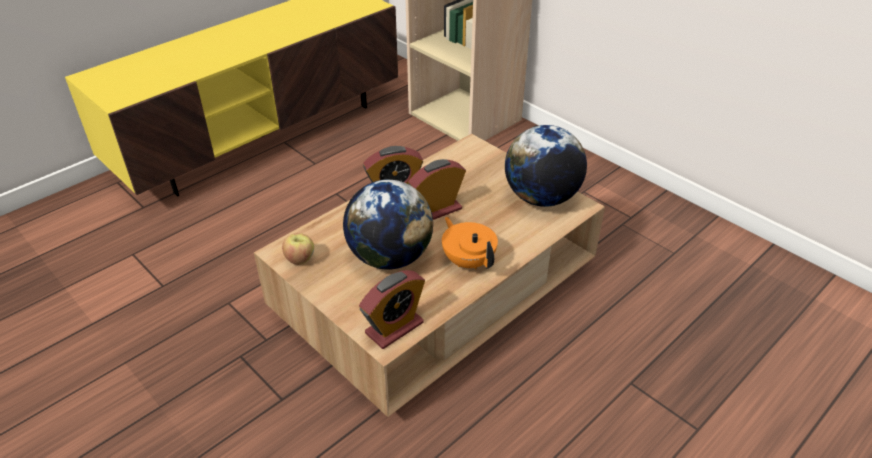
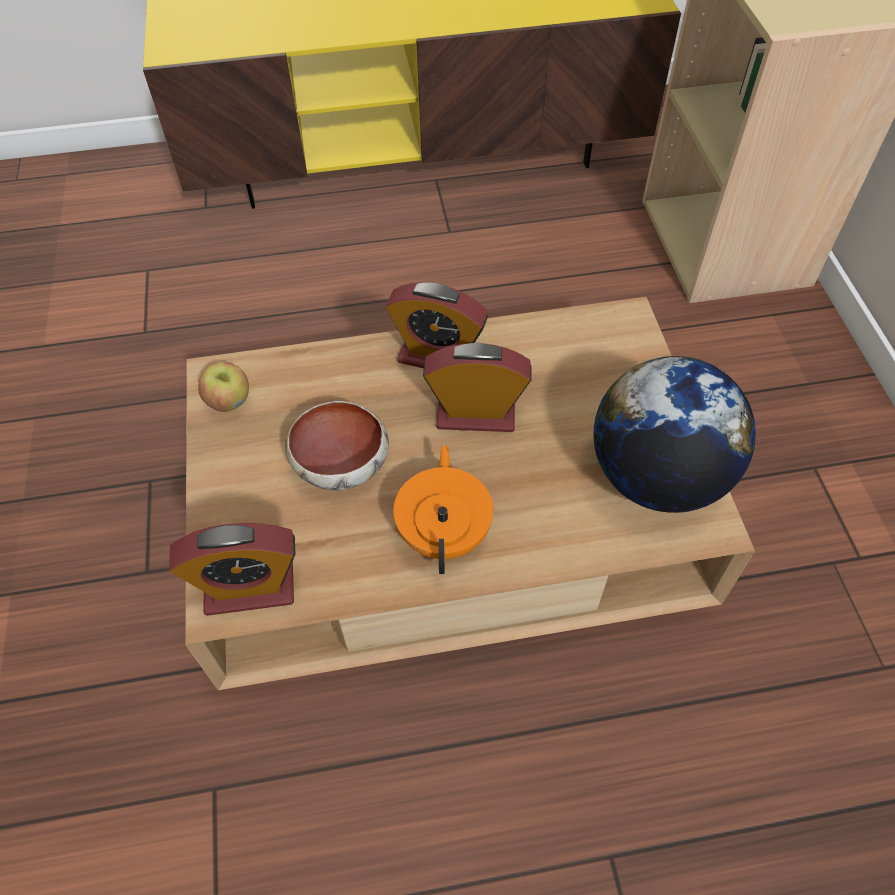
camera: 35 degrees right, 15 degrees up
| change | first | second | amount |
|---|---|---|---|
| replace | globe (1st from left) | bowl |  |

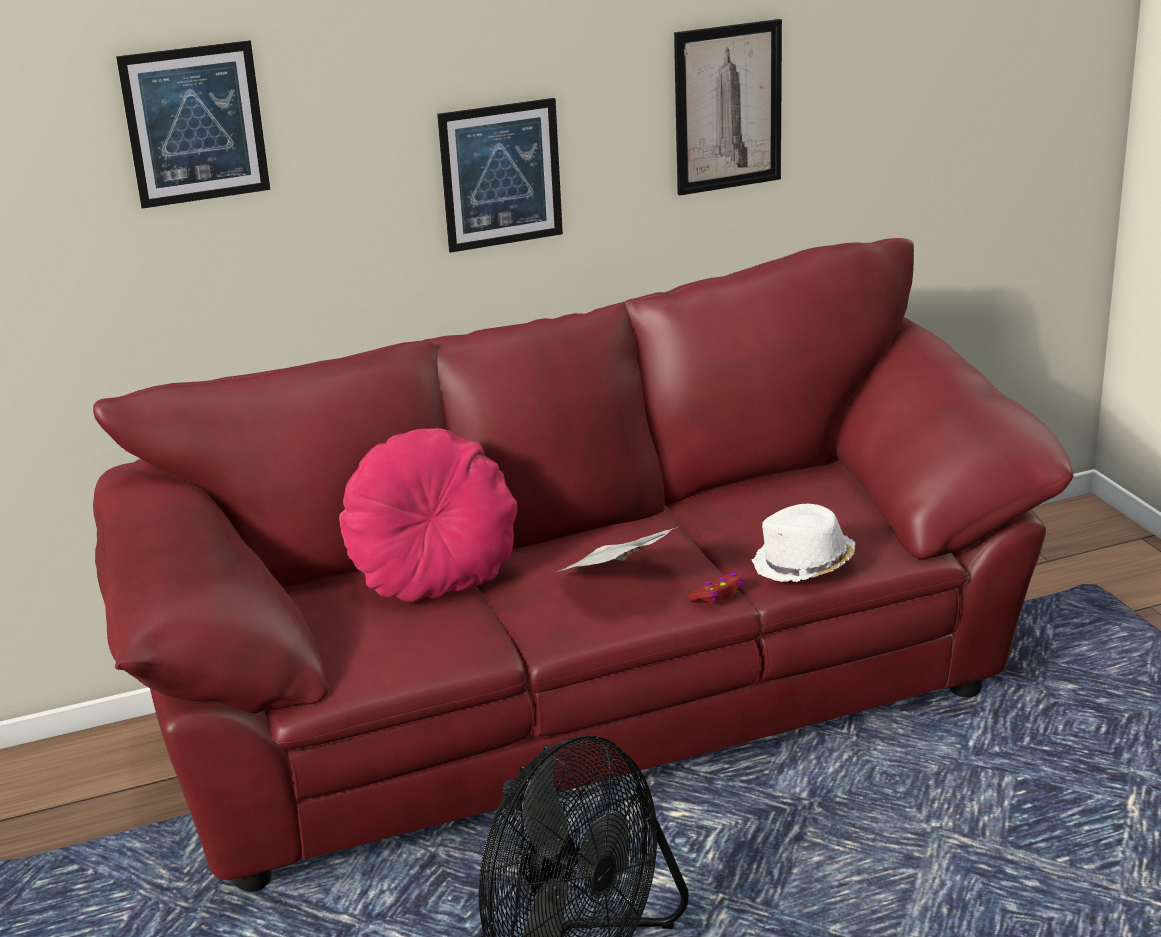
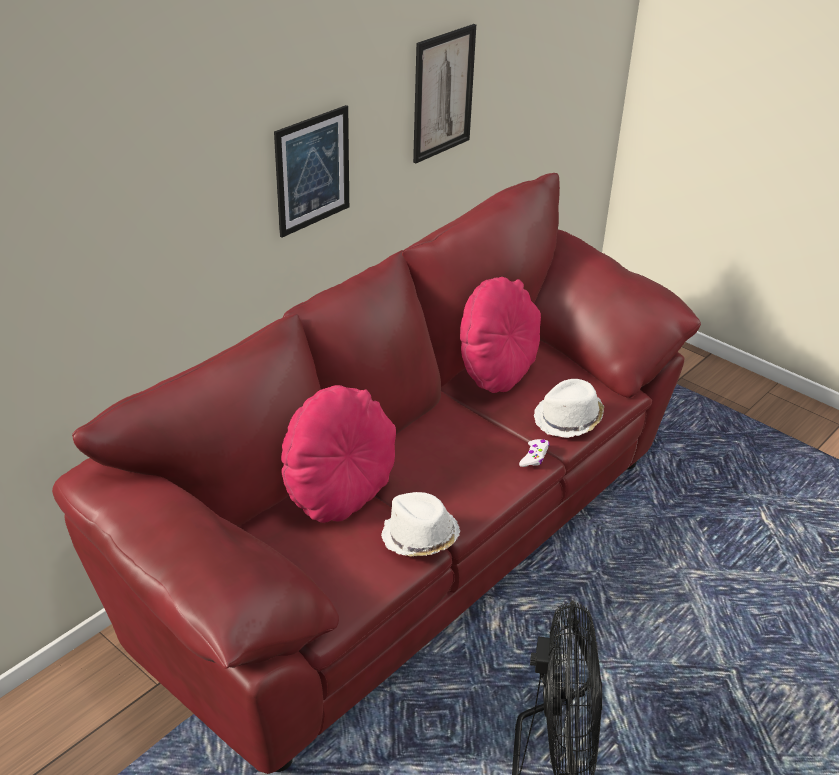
camera: 30 degrees left, 10 degrees up
| change | first | second | amount |
|---|---|---|---|
| delete | picture (1st from left) |  |  |
| delete | newspaper |  |  |
| insert |  | hat in white (1st from left) |  |
| insert |  | pillow in pink (2nd from left) |  |
| recolor | game controller in red | game controller in white |  |

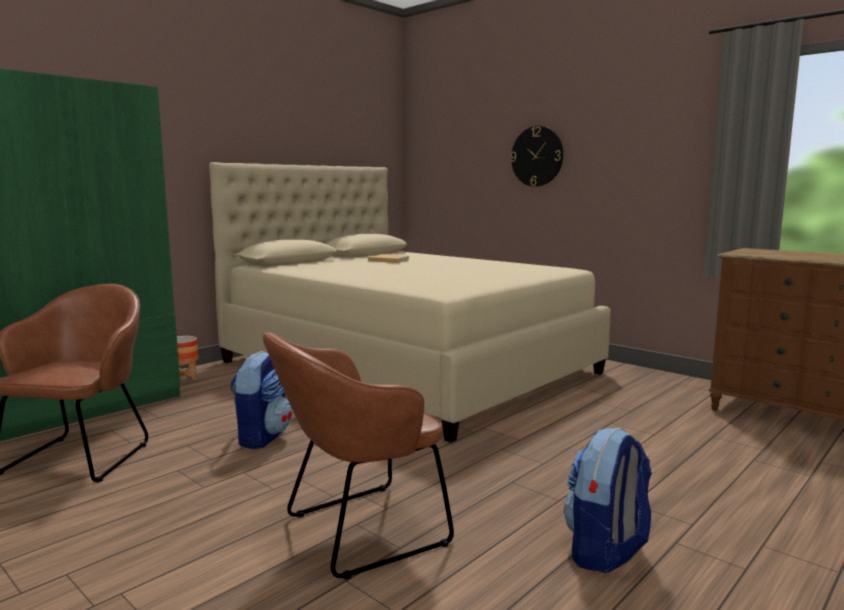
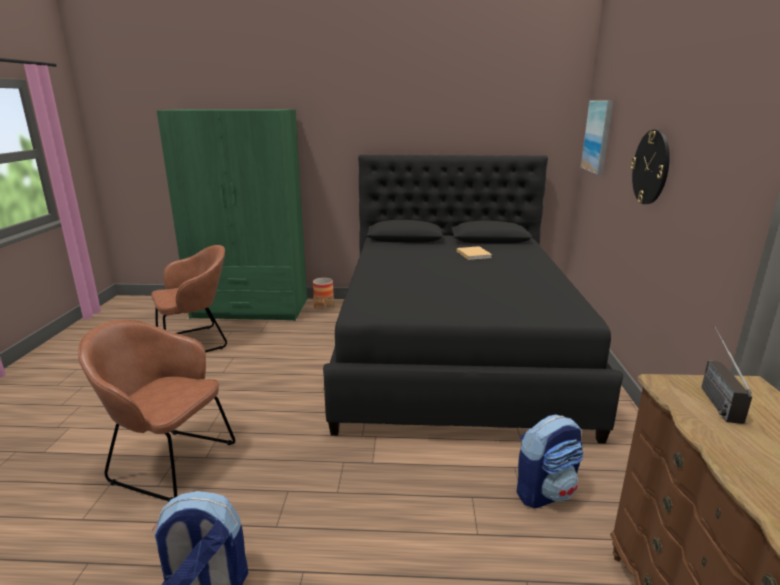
camera: 50 degrees right, 10 degrees up
| change | first | second | amount |
|---|---|---|---|
| insert |  | picture |  |
| insert |  | radio |  |
| move | backpack (1st from left in the first image) | backpack (2nd from left) |  |
| recolor | bed in beige | bed in black |  |

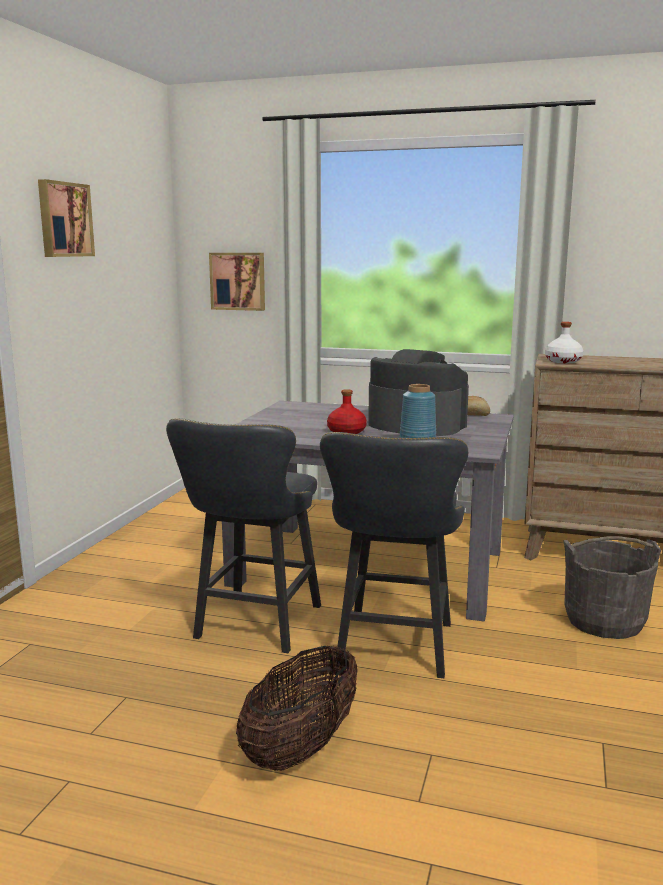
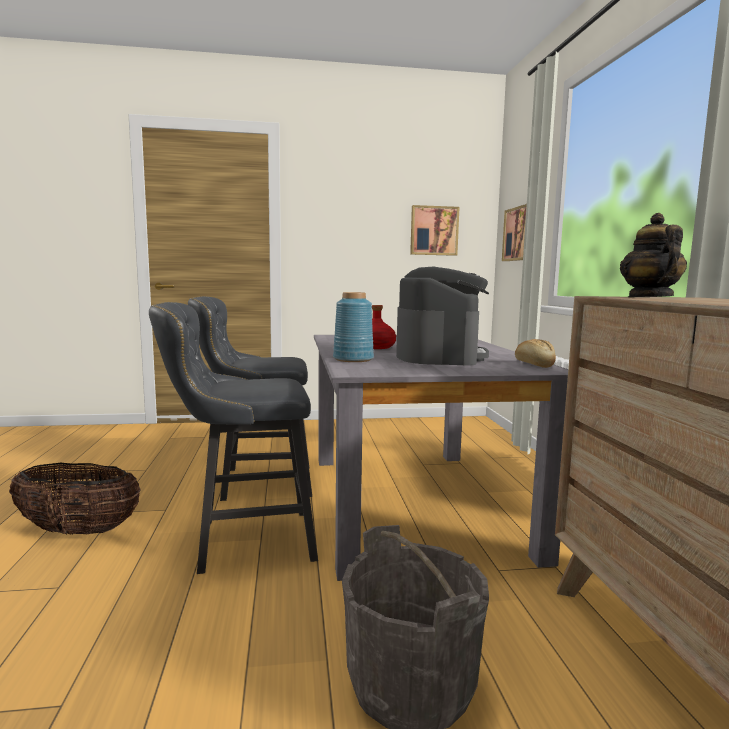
camera: 65 degrees right, 5 degrees down
| change | first | second | amount |
|---|---|---|---|
| move | picture (1st from left) |  |  |
| replace | bottle in white | teapot |  |

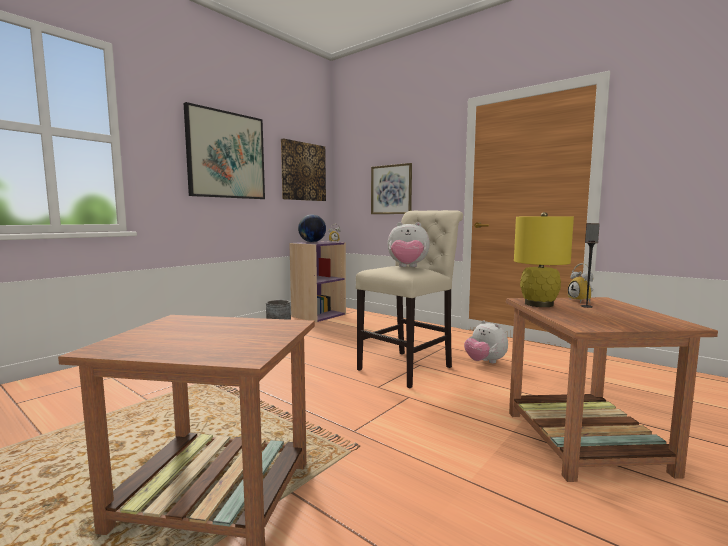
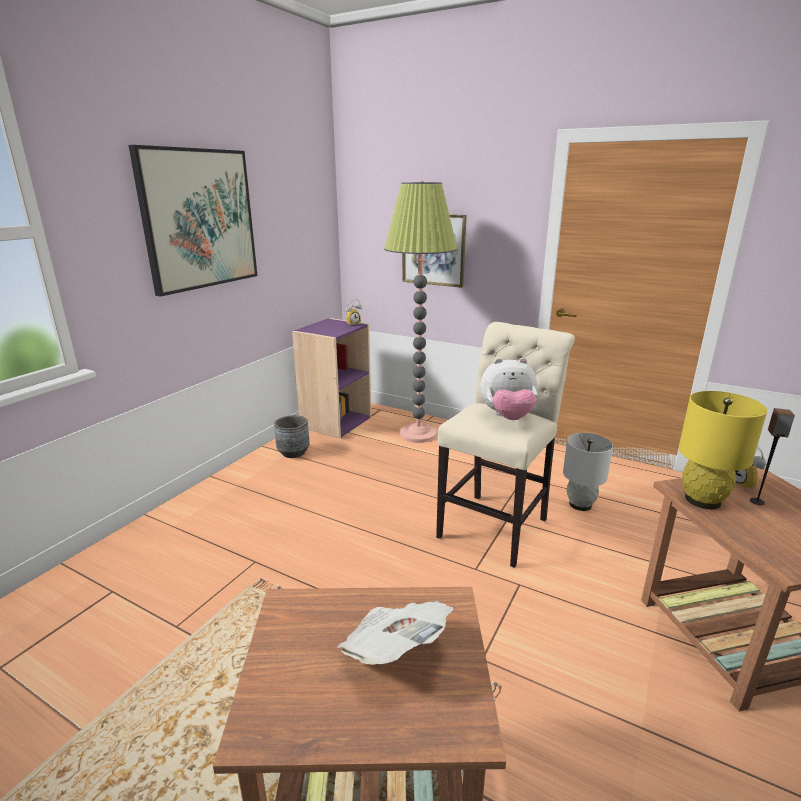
camera: 10 degrees left, 15 degrees up
| change | first | second | amount |
|---|---|---|---|
| delete | picture (2nd from left) |  |  |
| delete | globe |  |  |
| insert |  | newspaper |  |
| insert |  | floor lamp |  |
| replace | plush toy (2nd from left) | table lamp in white |  |

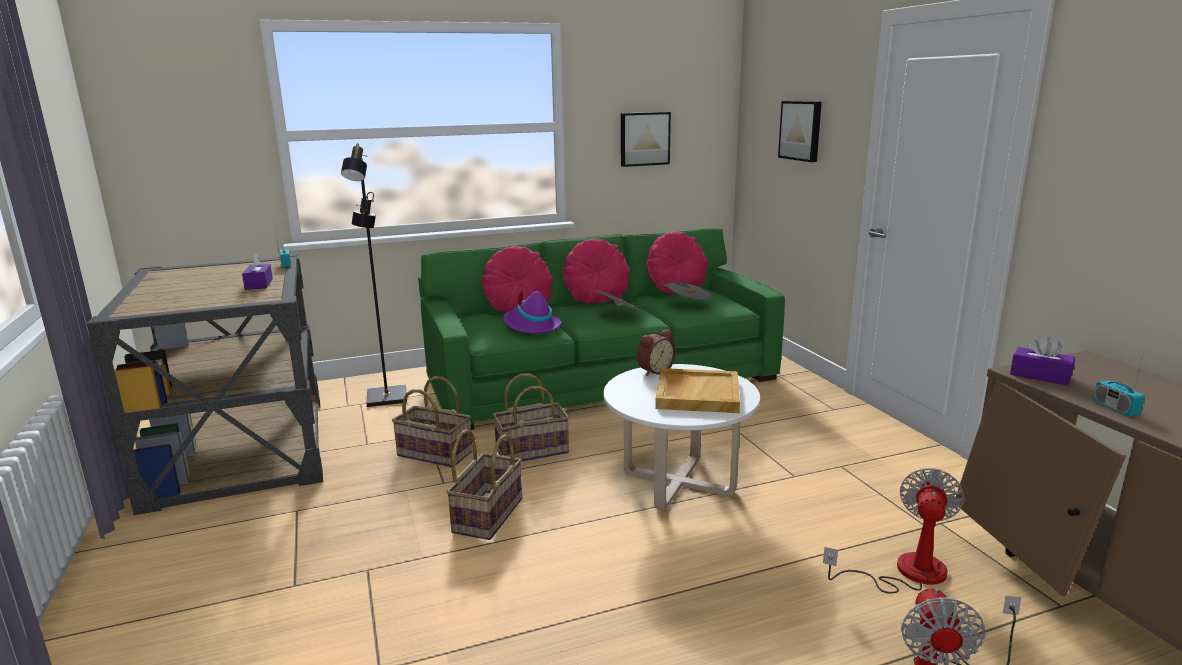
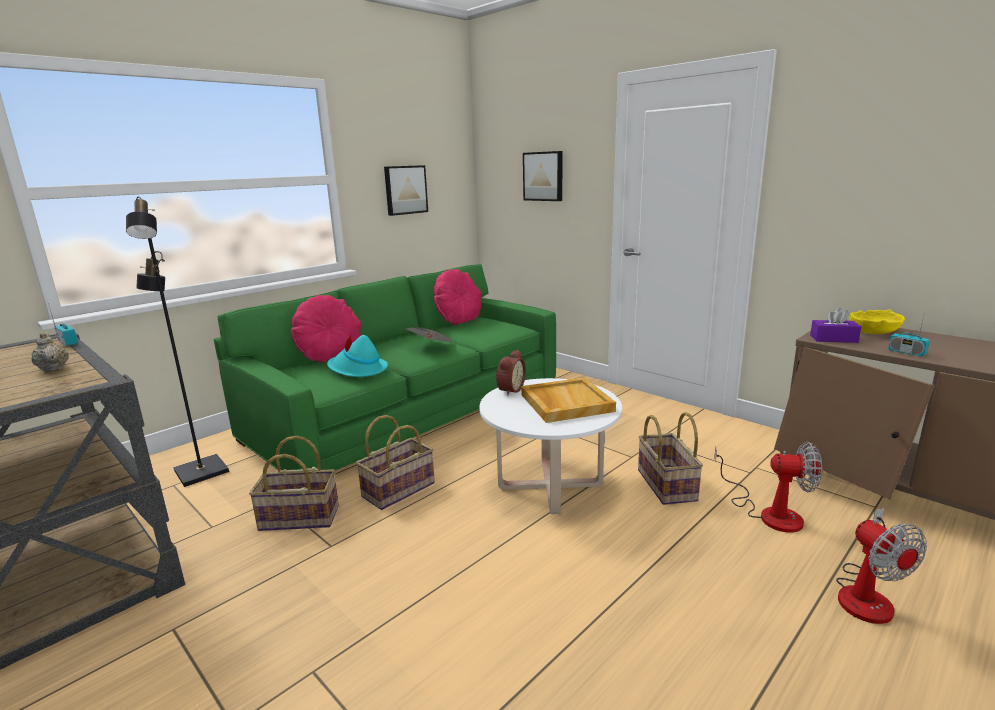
camera: 25 degrees left, 0 degrees up
| change | first | second | amount |
|---|---|---|---|
| delete | pillow in pink (2nd from left) |  |  |
| delete | newspaper (2nd from left) |  |  |
| insert |  | bowl in yellow |  |
| move | basket (2nd from left in the first image) | basket (3rd from left) |  |
| replace | tissue box in purple (1st from left) | teapot in beige |  |
| recolor | hat in purple | hat in turquoise |  |
| rotate | fan (1st from left) |  | 105 degrees clockwise |

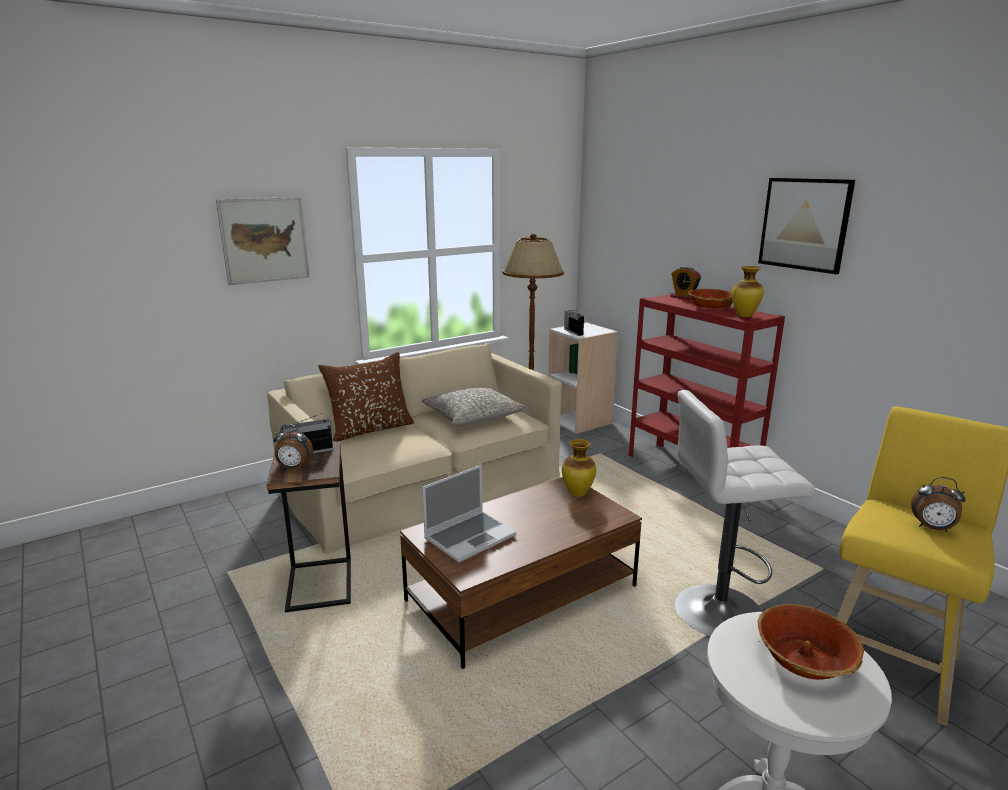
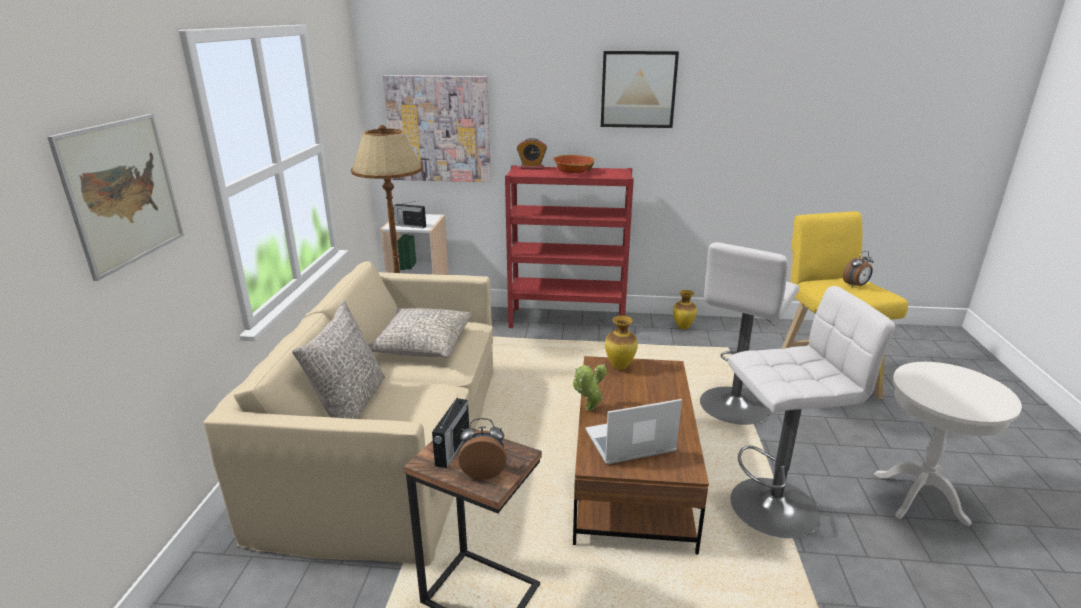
camera: 50 degrees left, 5 degrees up
| change | first | second | amount |
|---|---|---|---|
| delete | bowl (2nd from left) |  |  |
| insert |  | picture (2nd from left) |  |
| insert |  | potted plant |  |
| insert |  | stool in white (2nd from left) |  |
| move | vase (2nd from left) |  |  |
| recolor | pillow in brown | pillow in grey (1st from left) |  |
| rotate | alarm clock (1st from left) |  | 135 degrees counterclockwise |
| rotate | laptop |  | 105 degrees counterclockwise |

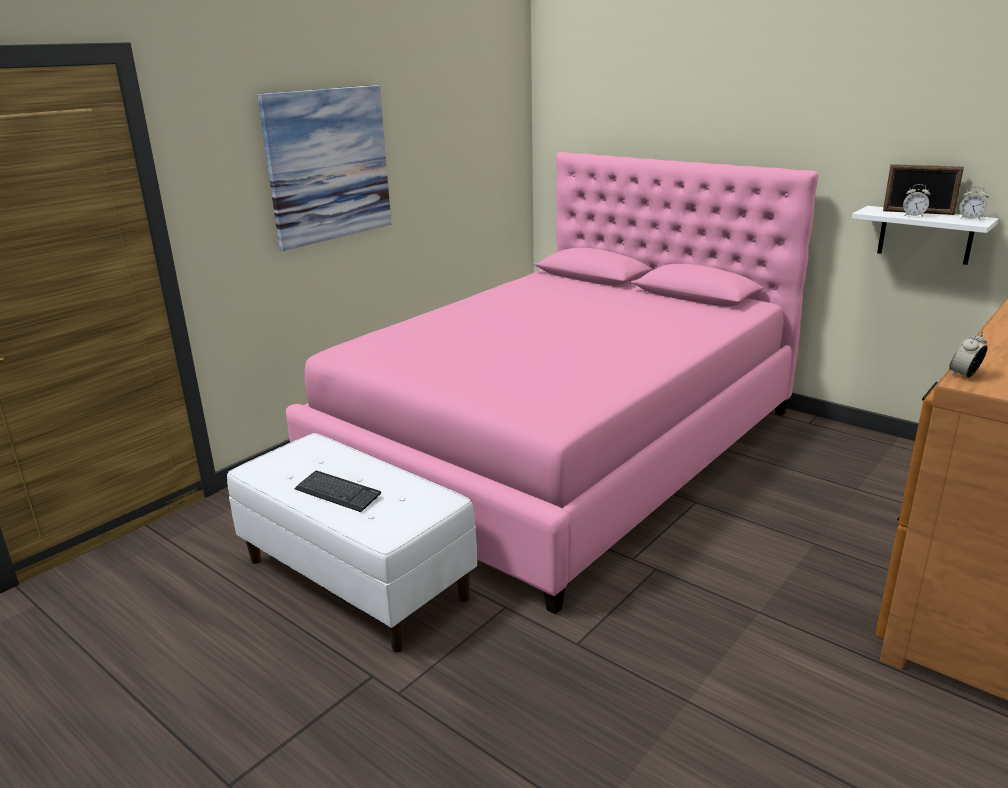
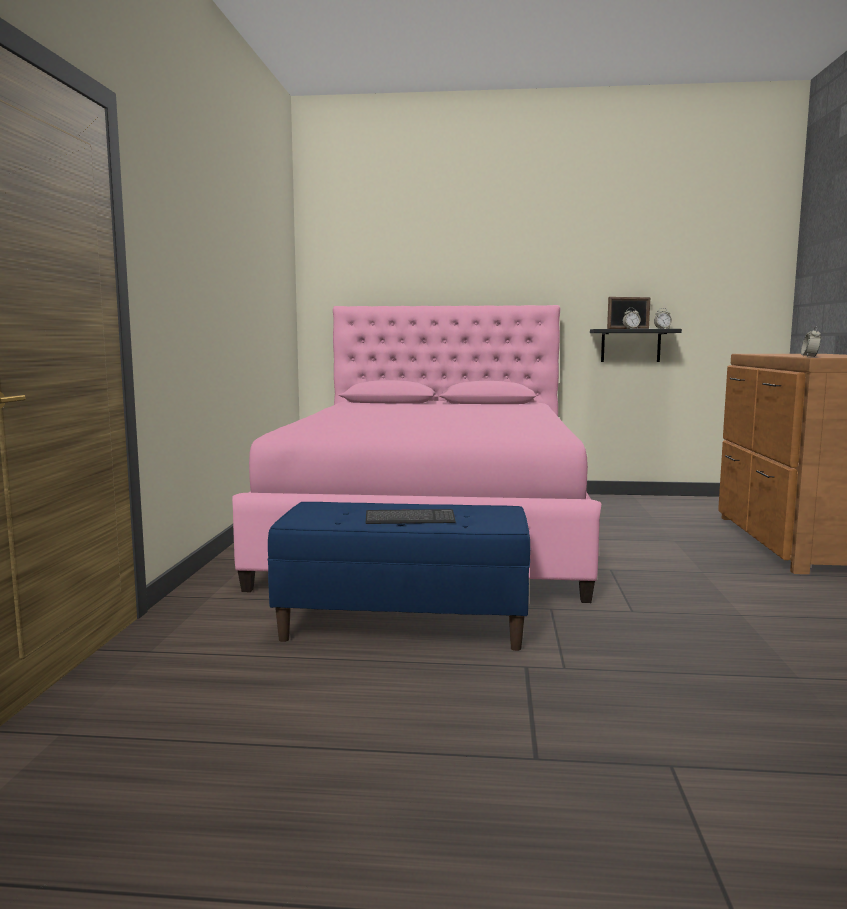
camera: 35 degrees left, 15 degrees down
| change | first | second | amount |
|---|---|---|---|
| delete | picture |  |  |
| recolor | bench in white | bench in blue |  |
| recolor | shelf in white | shelf in black |  |

